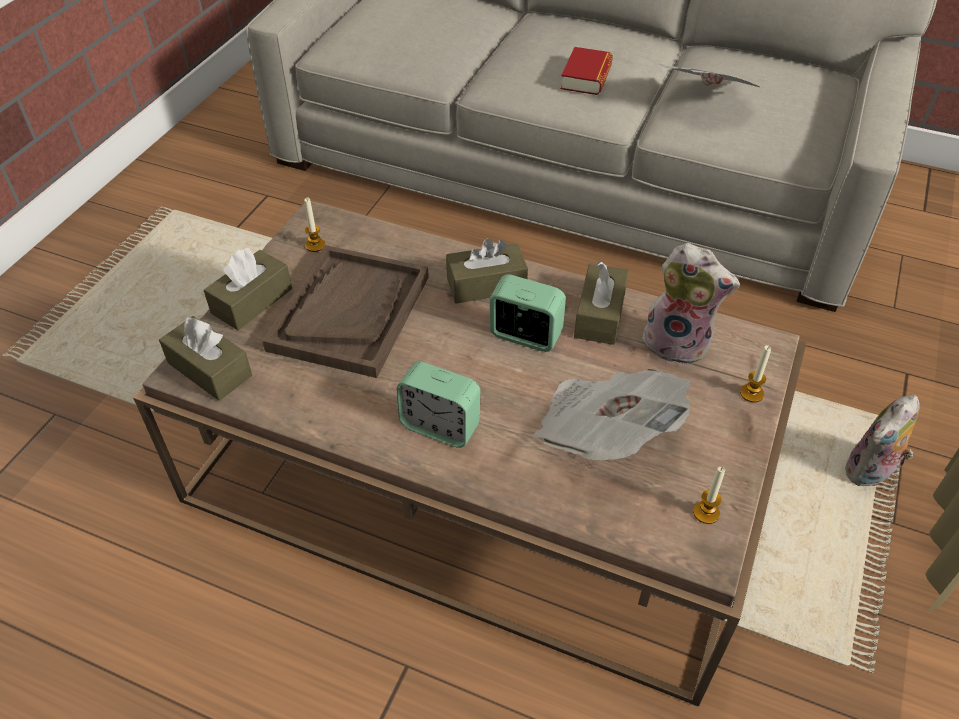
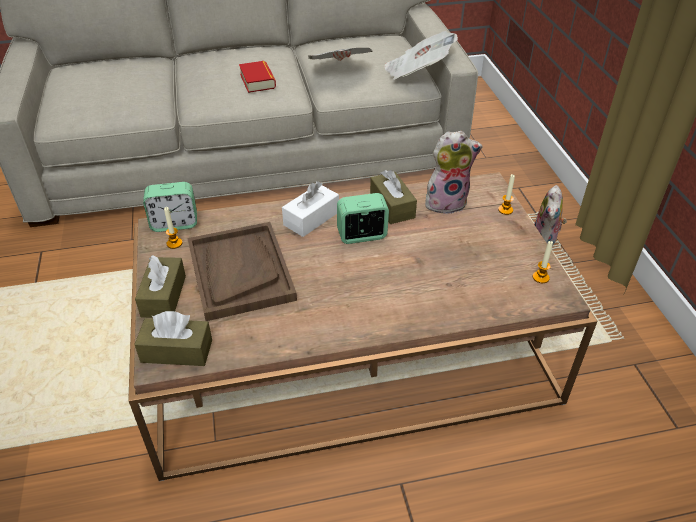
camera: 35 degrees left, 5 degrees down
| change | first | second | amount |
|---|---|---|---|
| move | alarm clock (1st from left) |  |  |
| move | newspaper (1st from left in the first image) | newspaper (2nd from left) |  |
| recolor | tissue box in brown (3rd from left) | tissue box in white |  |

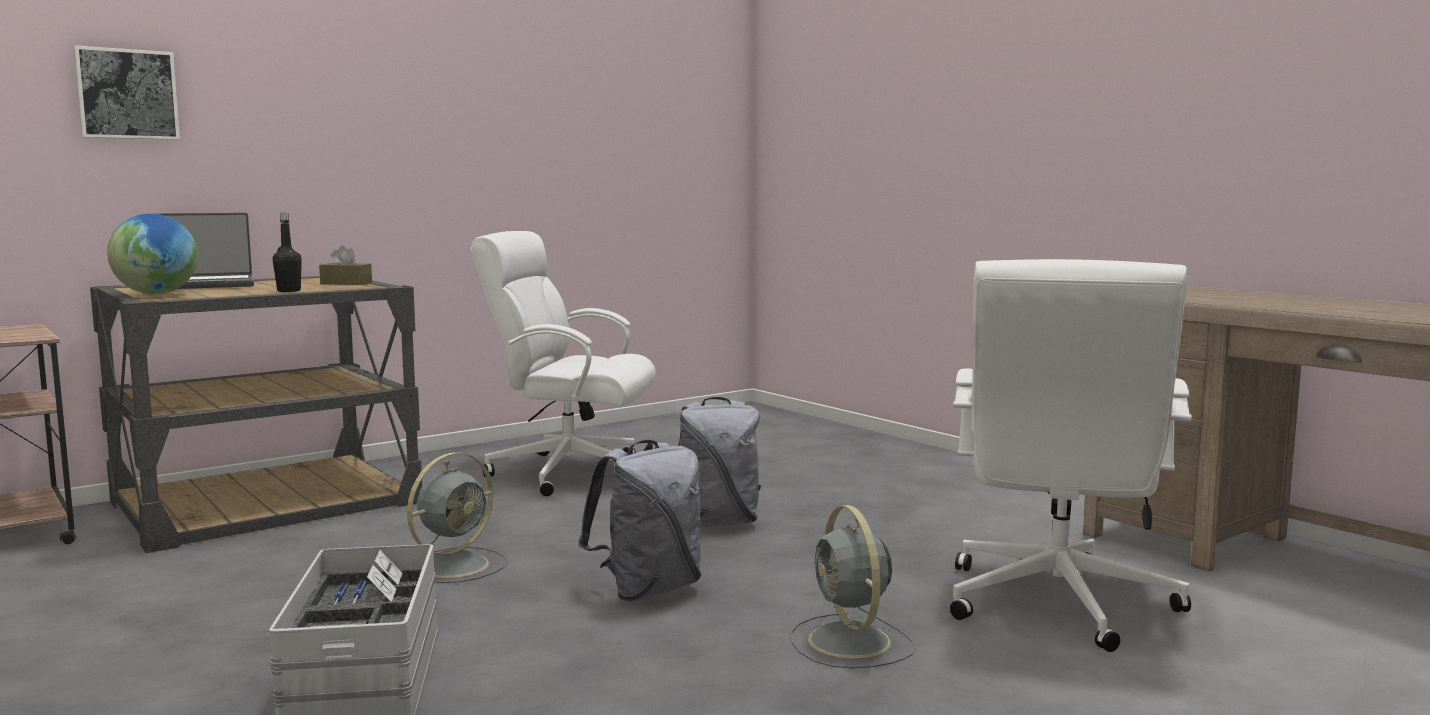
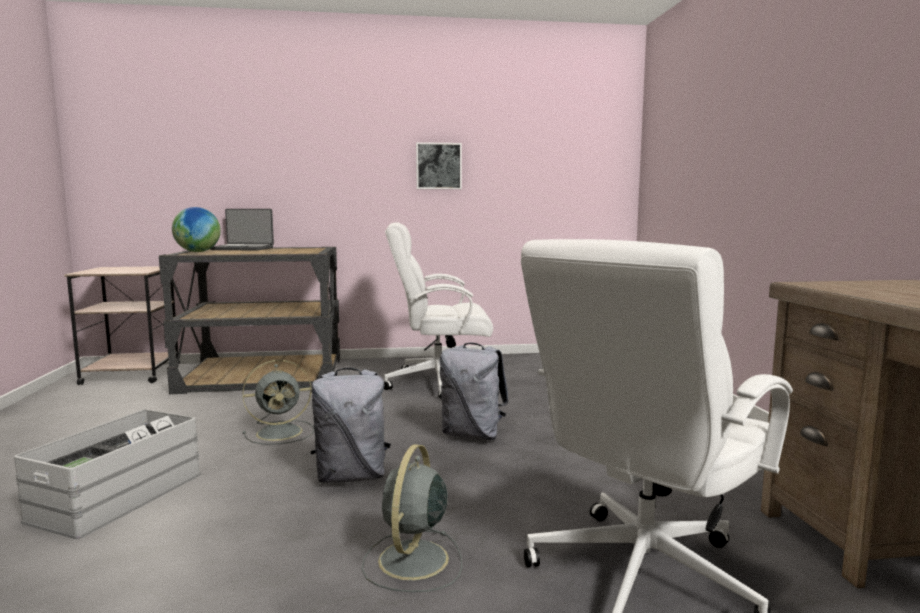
camera: 30 degrees right, 0 degrees up
| change | first | second | amount |
|---|---|---|---|
| delete | bottle in black |  |  |
| delete | tissue box in brown |  |  |
| move | picture |  |  |
| rotate | office chair in white (1st from left) |  | 45 degrees counterclockwise |

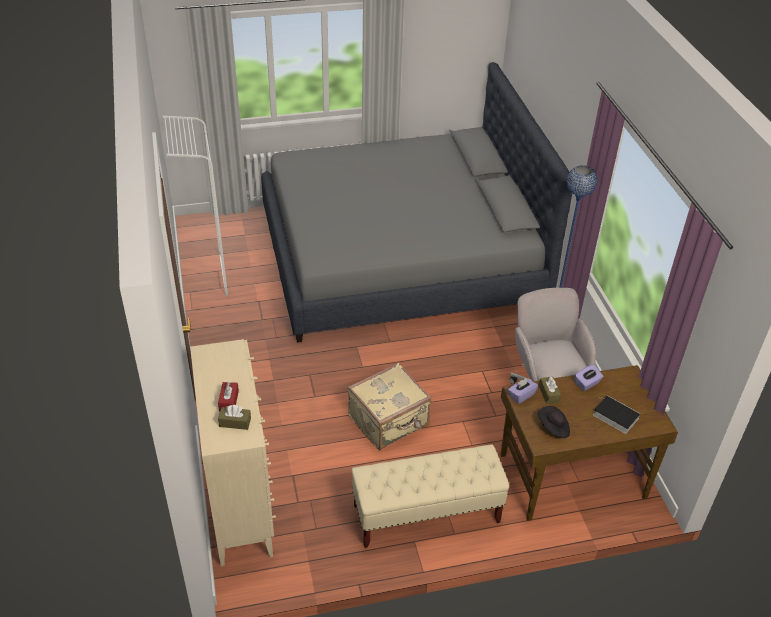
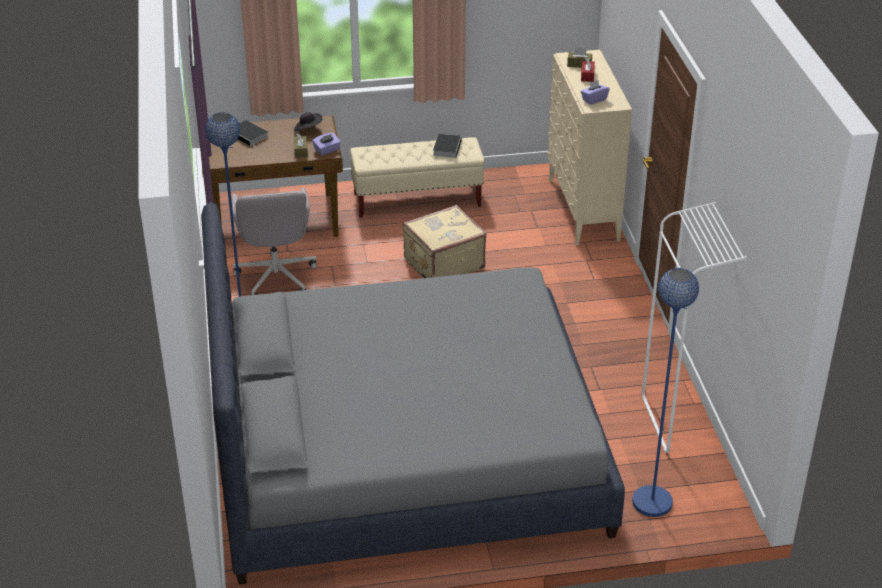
camera: 175 degrees left, 5 degrees down
| change | first | second | amount |
|---|---|---|---|
| insert |  | book (2nd from left) |  |
| insert |  | floor lamp in blue (2nd from left) |  |
| move | tissue box in purple (2nd from left) |  |  |

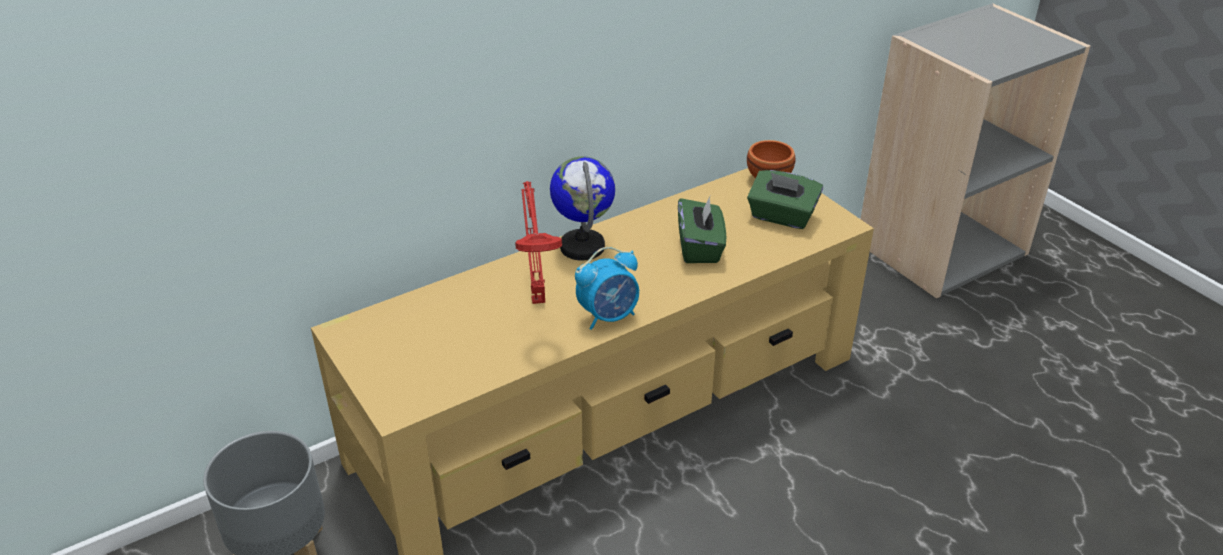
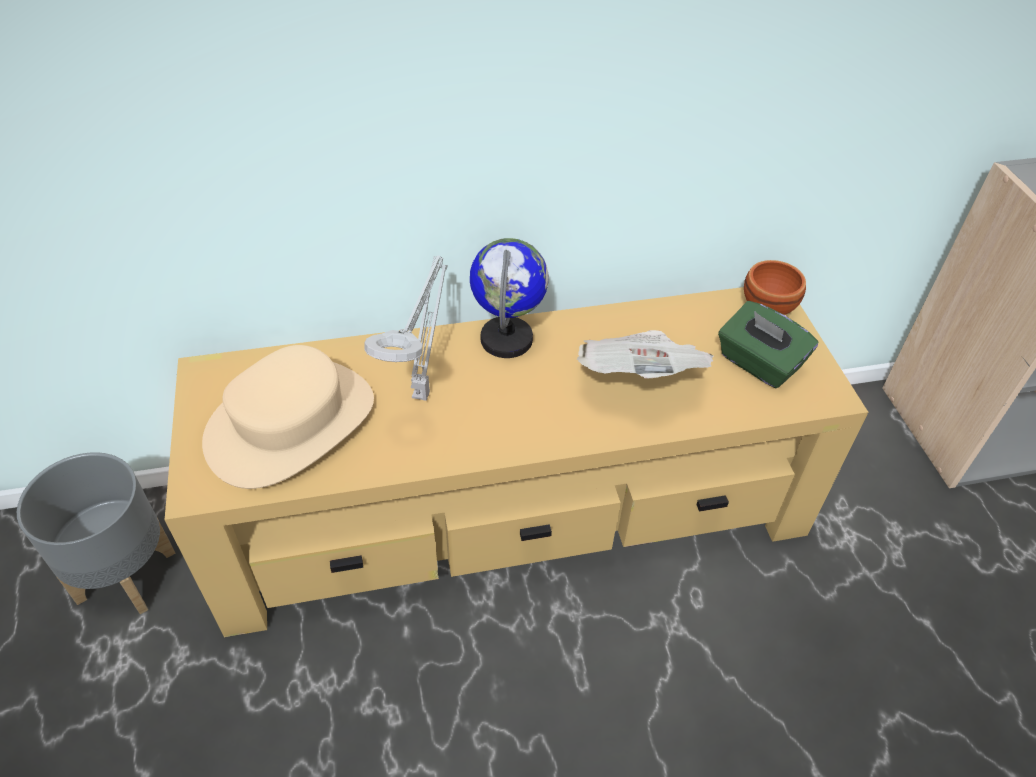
camera: 20 degrees right, 10 degrees up
| change | first | second | amount |
|---|---|---|---|
| delete | alarm clock |  |  |
| insert |  | hat in beige |  |
| replace | tissue box in green (1st from left) | newspaper |  |
| recolor | table lamp in red | table lamp in grey |  |

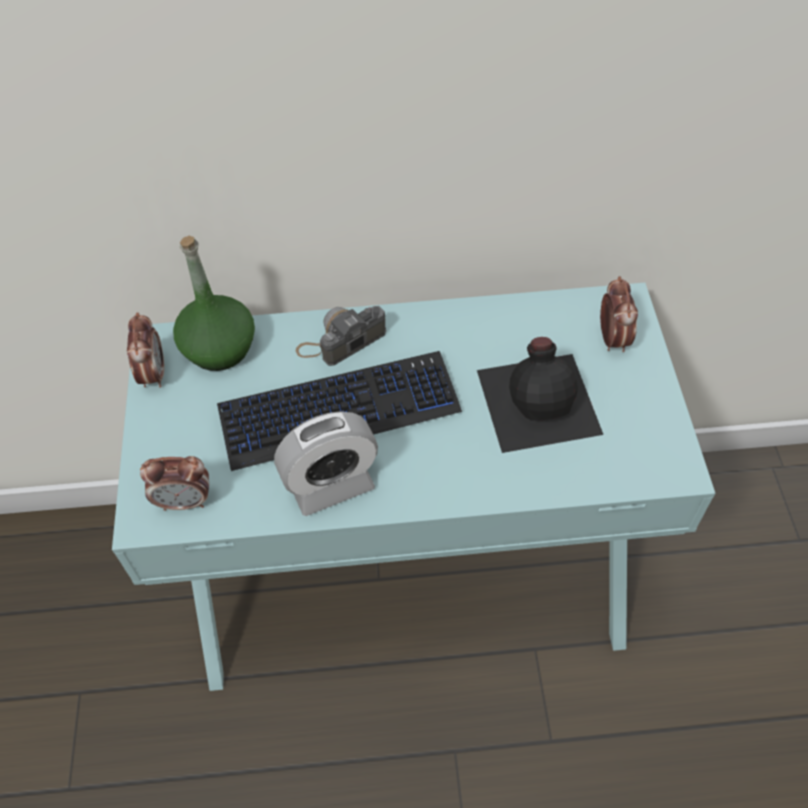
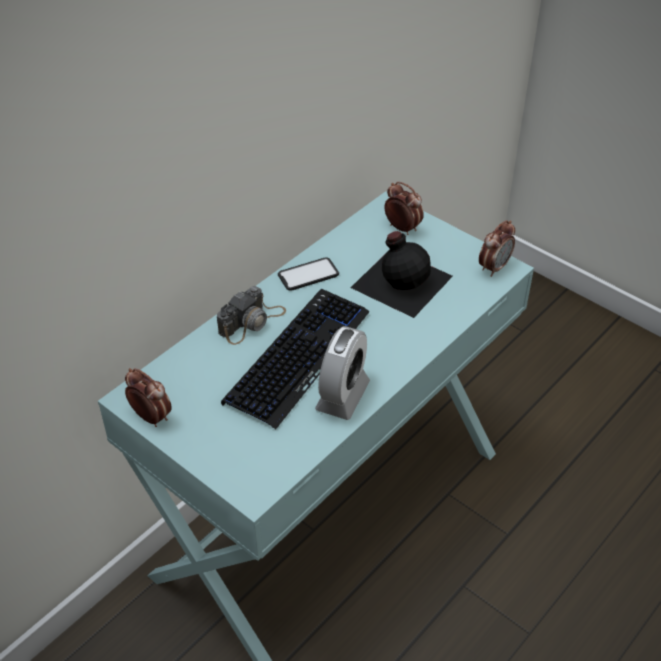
camera: 45 degrees left, 10 degrees down
| change | first | second | amount |
|---|---|---|---|
| delete | bottle in green |  |  |
| insert |  | phone |  |
| move | alarm clock (2nd from left in the first image) | alarm clock (4th from left) |  |
| rotate | photo camera |  | 150 degrees counterclockwise |

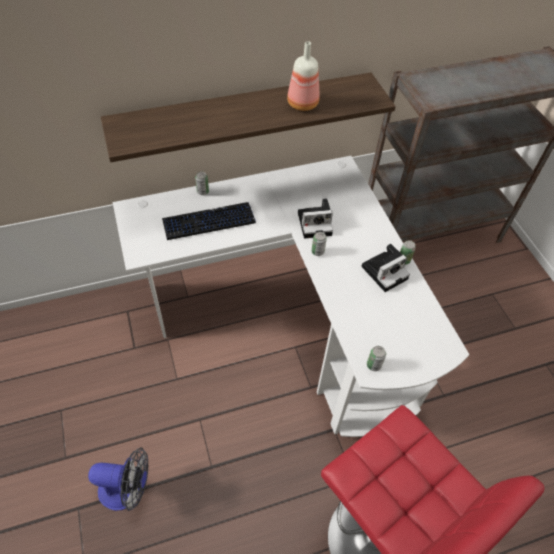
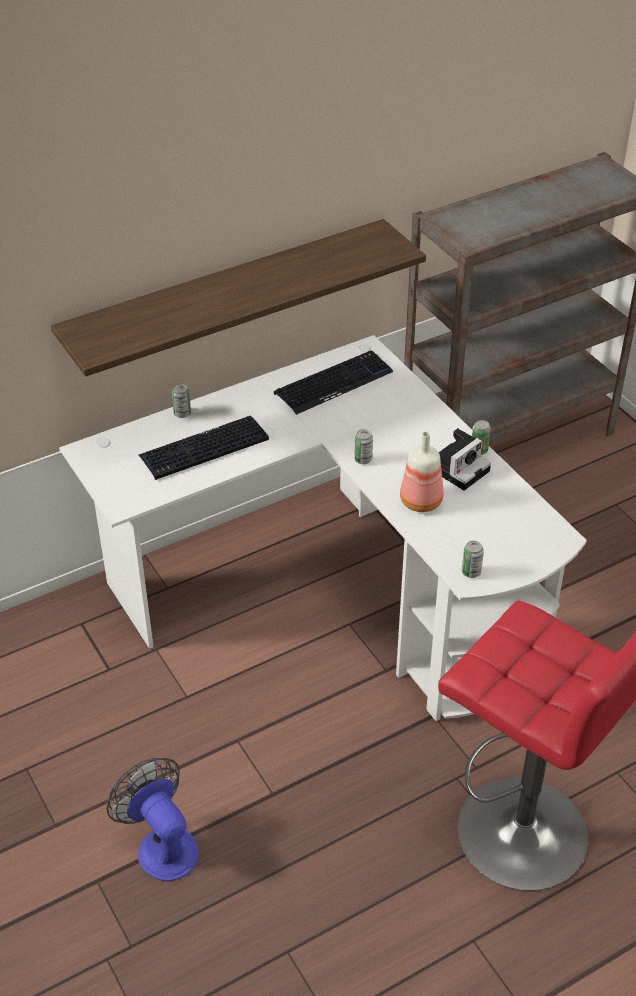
camera: 10 degrees left, 10 degrees down
| change | first | second | amount |
|---|---|---|---|
| delete | photo camera (1st from left) |  |  |
| insert |  | keyboard (2nd from left) |  |
| move | bottle |  |  |
| rotate | fan |  | 120 degrees counterclockwise |

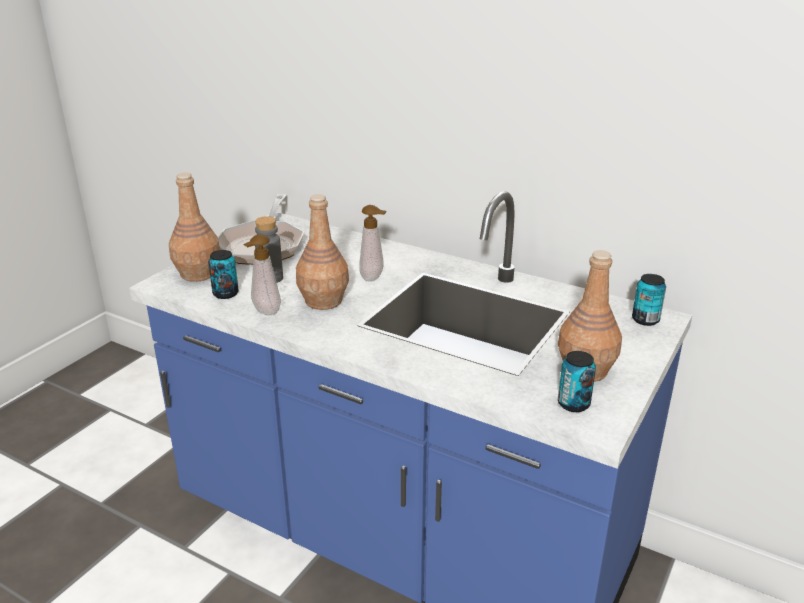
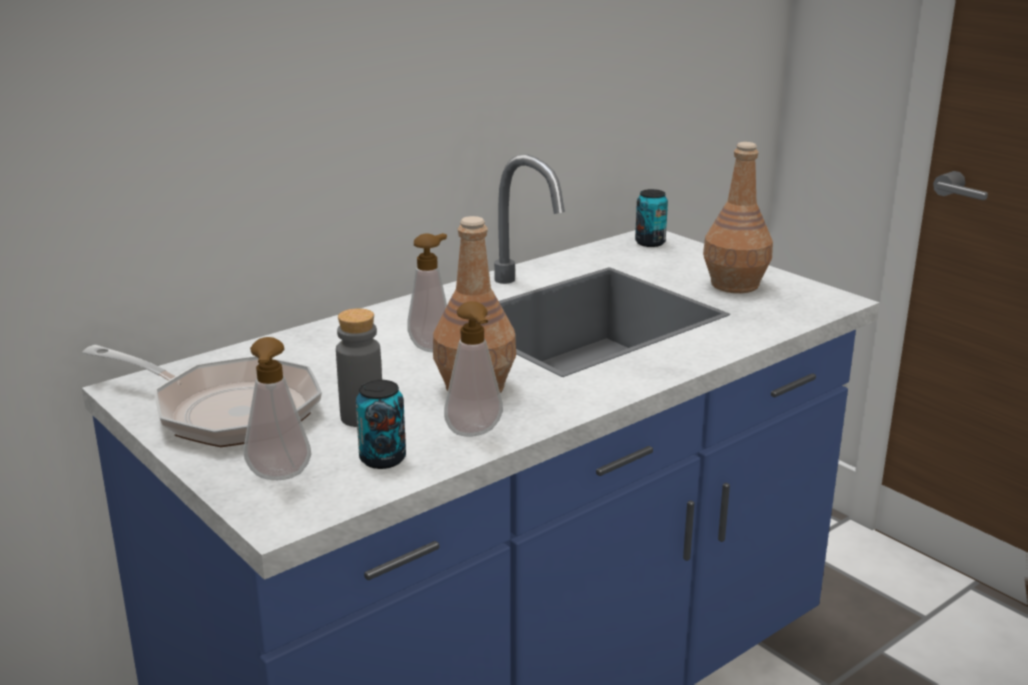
camera: 70 degrees left, 5 degrees down
| change | first | second | amount |
|---|---|---|---|
| delete | can (2nd from left) |  |  |
| replace | bottle in brown (1st from left) | soap dispenser (1st from left) |  |

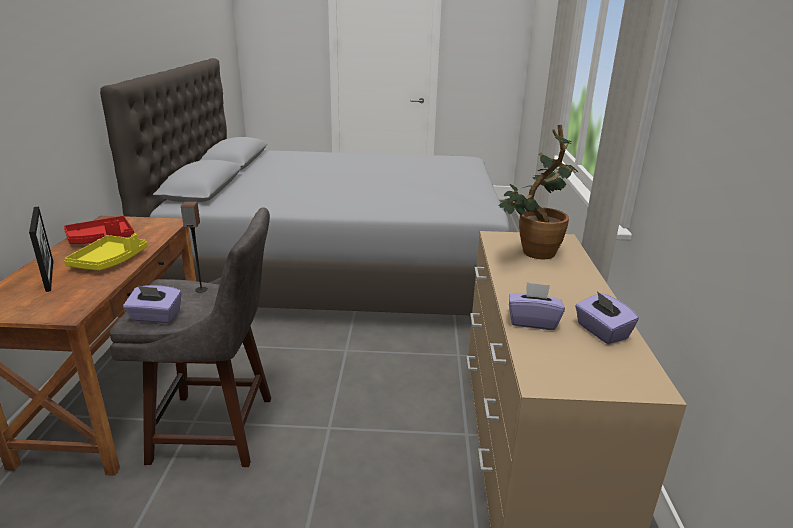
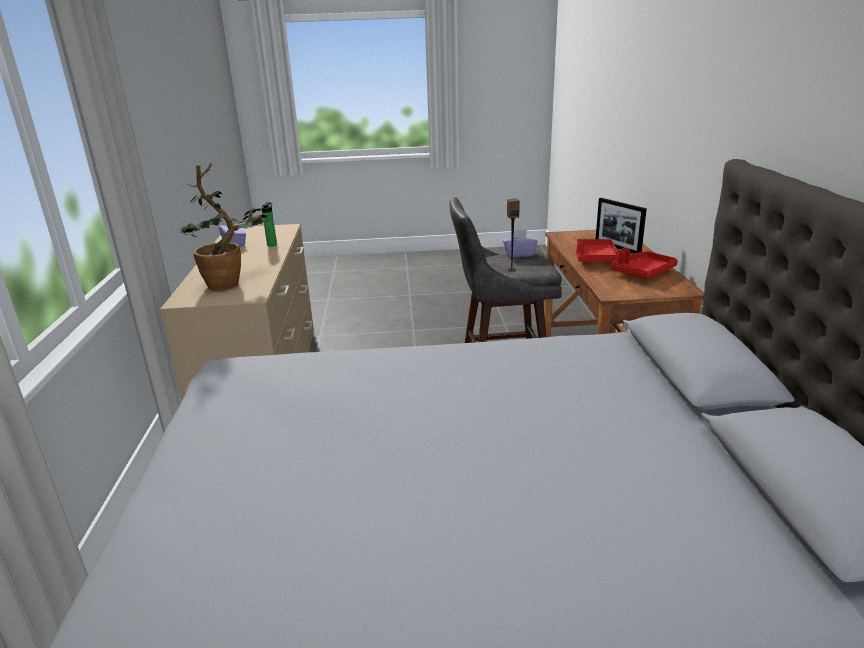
camera: 175 degrees right, 0 degrees up
| change | first | second | amount |
|---|---|---|---|
| replace | tissue box in purple (2nd from left) | bottle |  |
| recolor | tray in yellow | tray in red (1st from left) |  |

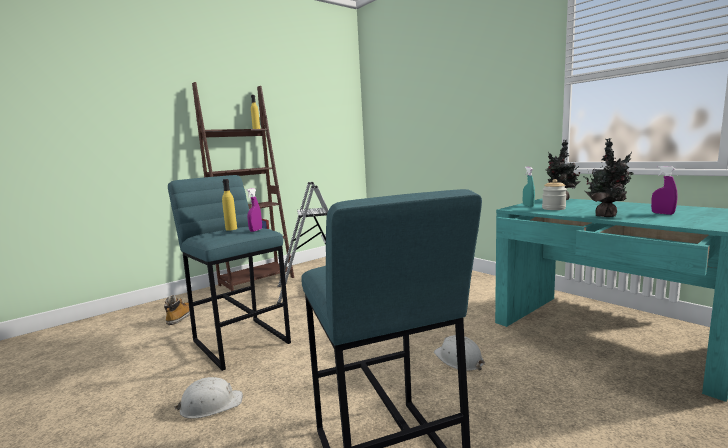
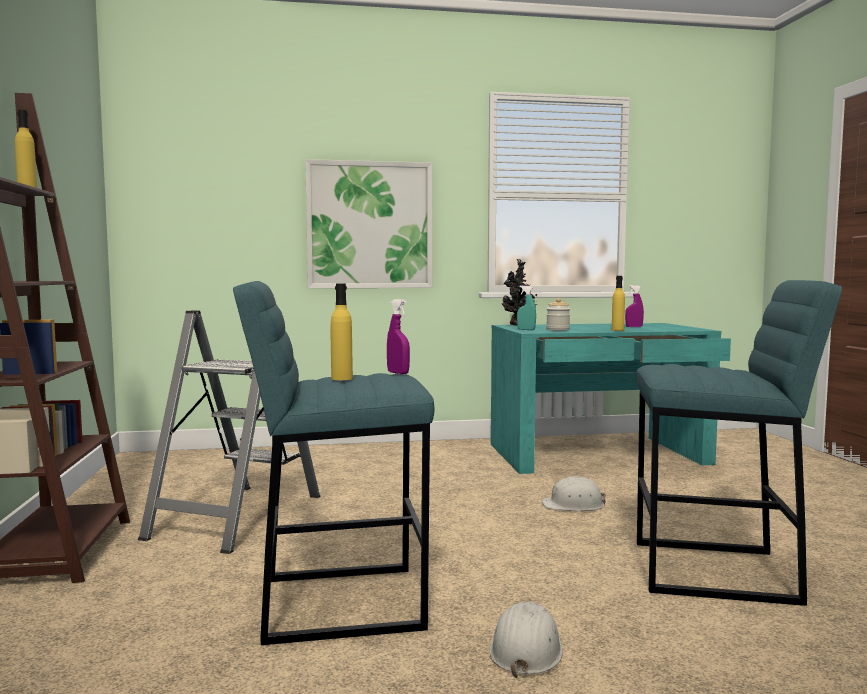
camera: 60 degrees left, 5 degrees down
| change | first | second | amount |
|---|---|---|---|
| delete | boot |  |  |
| insert |  | picture |  |
| replace | potted plant (2nd from left) | bottle in yellow (3rd from left) |  |

